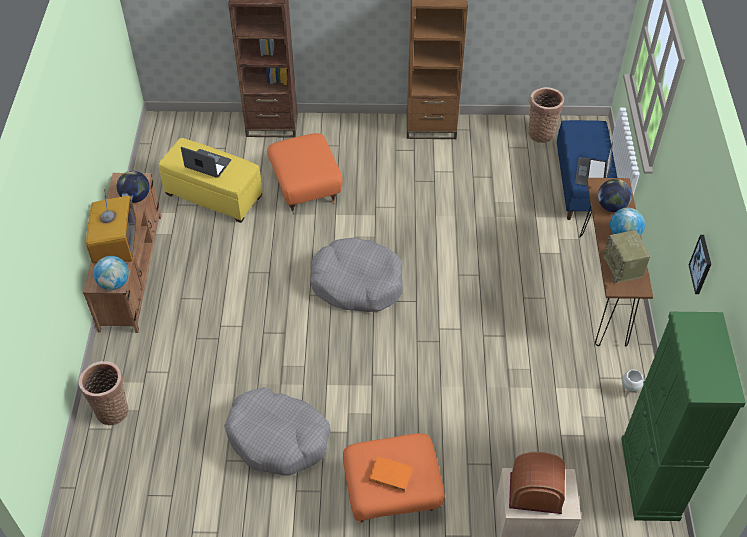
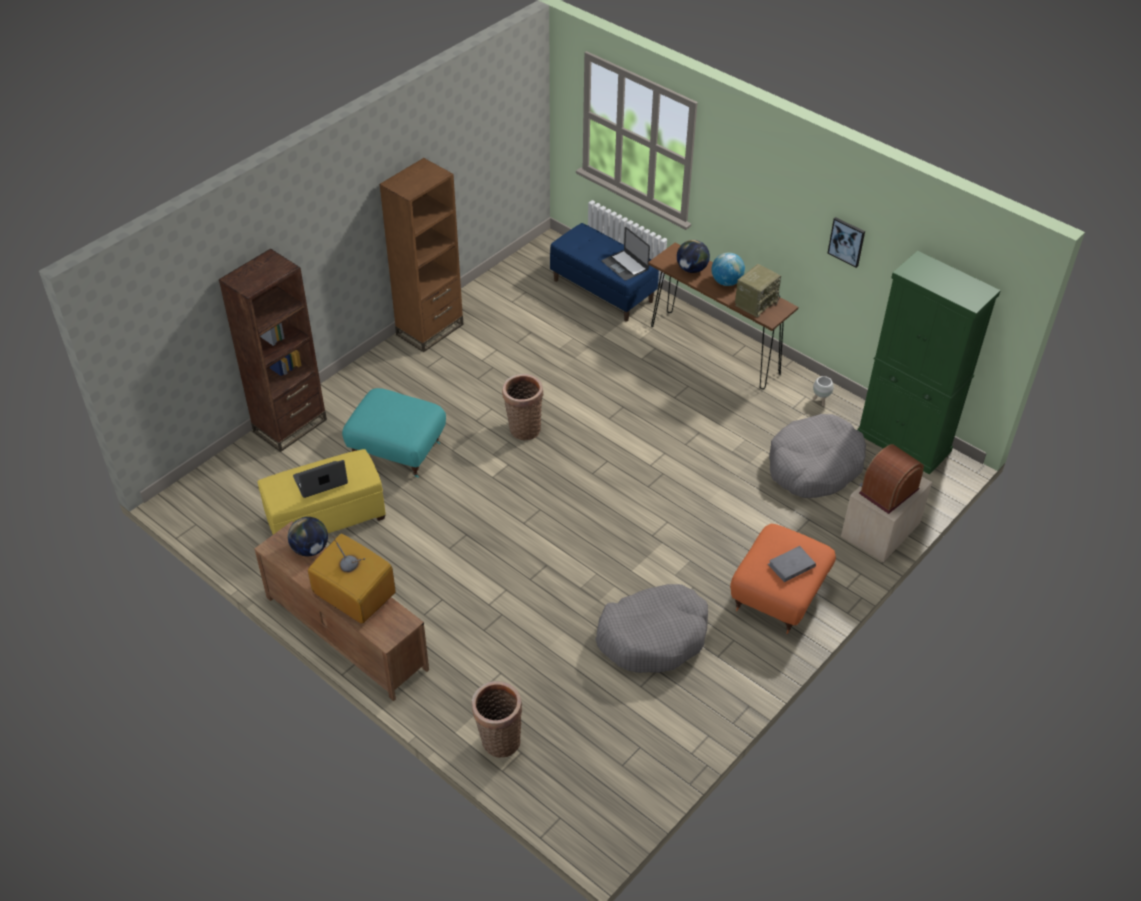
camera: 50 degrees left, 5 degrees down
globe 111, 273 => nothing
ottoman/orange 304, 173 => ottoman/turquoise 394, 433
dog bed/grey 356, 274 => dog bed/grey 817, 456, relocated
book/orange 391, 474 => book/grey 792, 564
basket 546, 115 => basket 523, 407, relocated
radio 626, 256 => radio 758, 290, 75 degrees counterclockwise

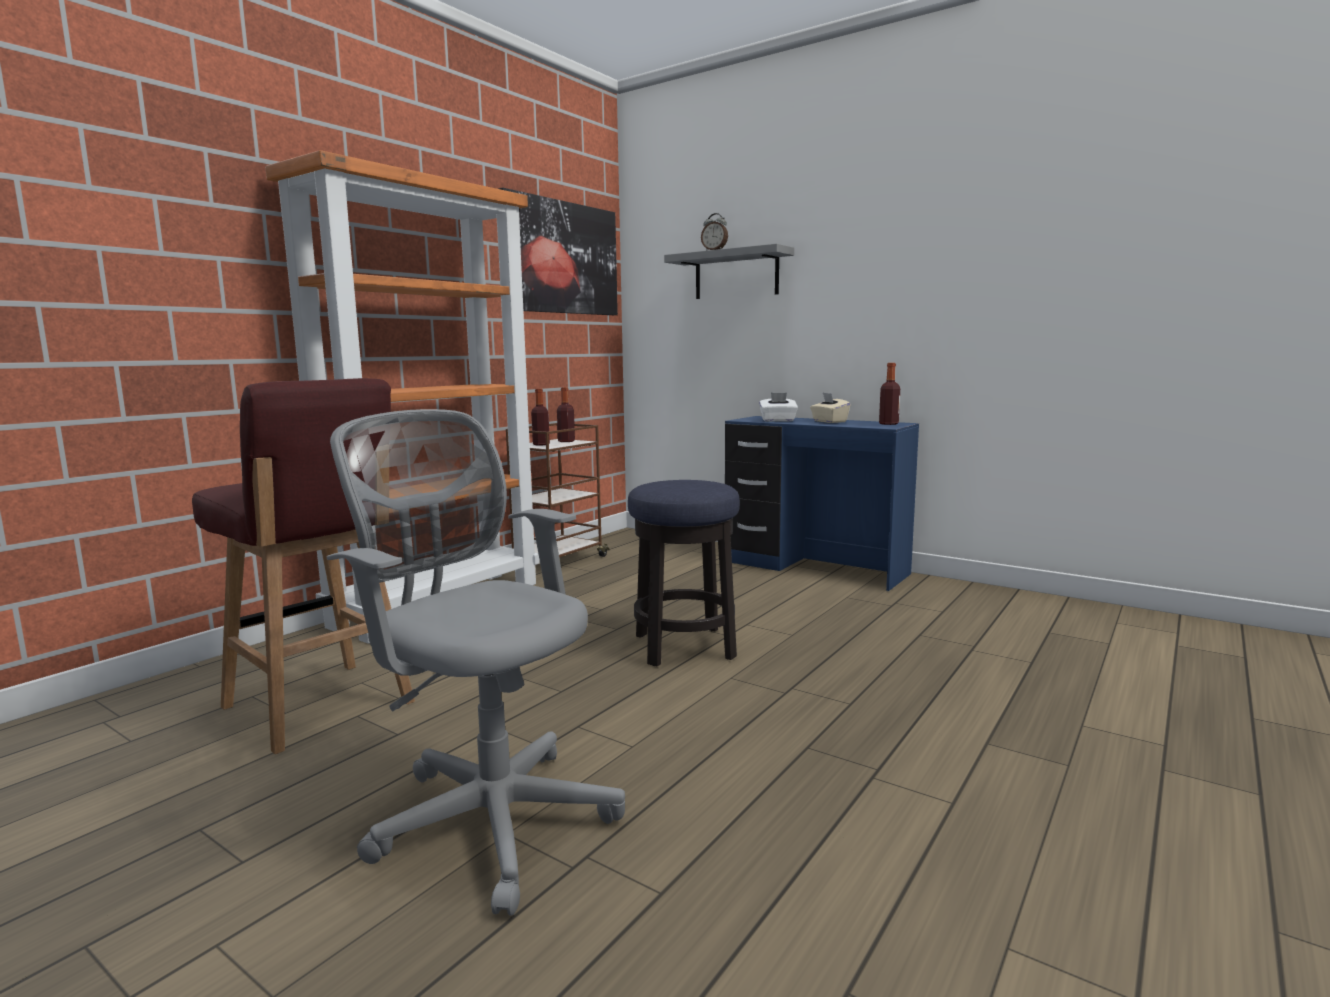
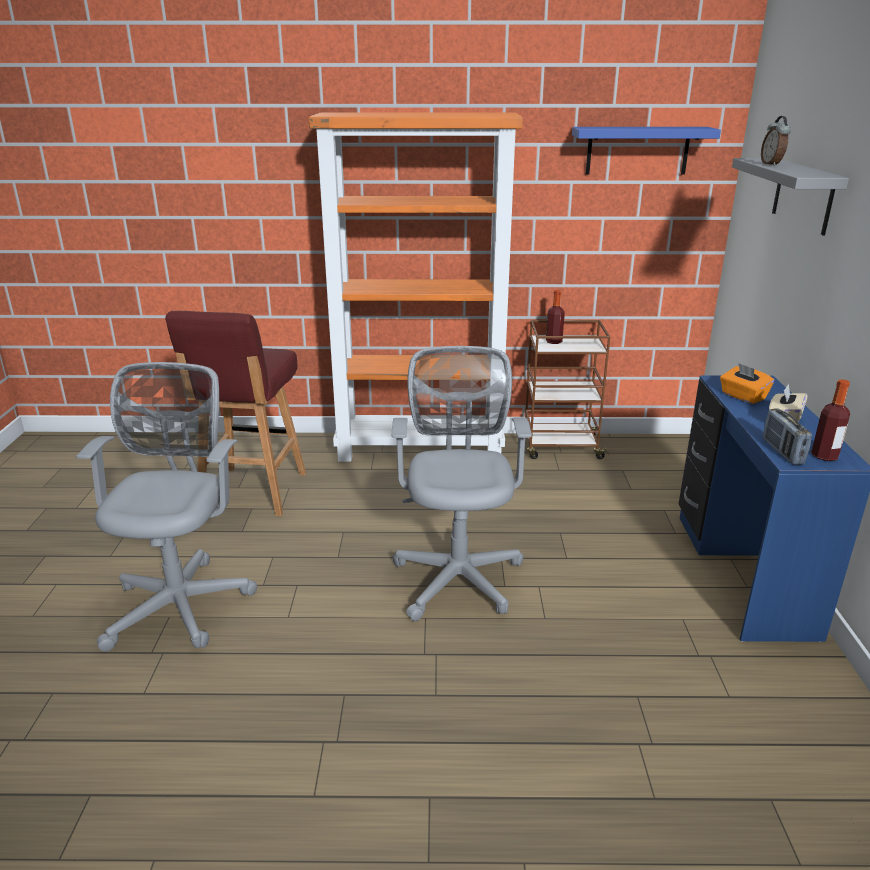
camera: 55 degrees right, 15 degrees up
picture 558, 251 => shelf/blue 646, 151
bottle 566, 414 => nothing
stool 684, 573 => office chair/grey 461, 483
tissue box/white 778, 407 => tissue box/orange 747, 383
nothing => radio 787, 436

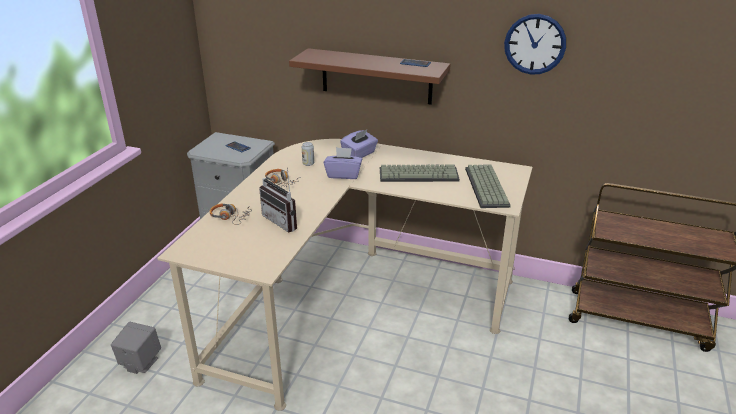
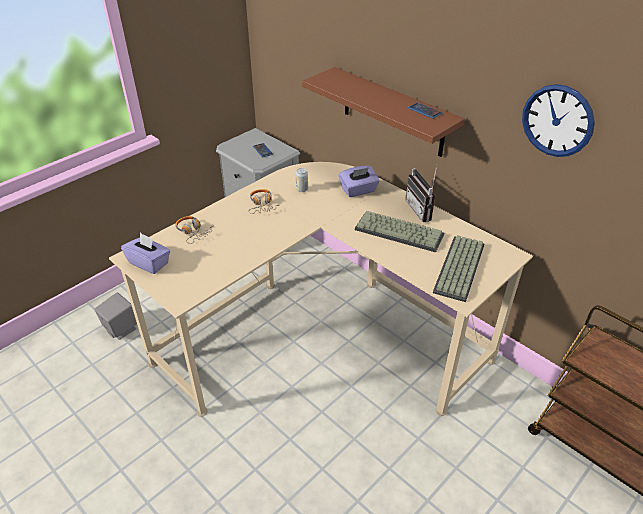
camera: 25 degrees right, 10 degrees up
radio 278, 200 => radio 421, 193, relocated
tissue box/purple 343, 163 => tissue box/purple 145, 253, relocated

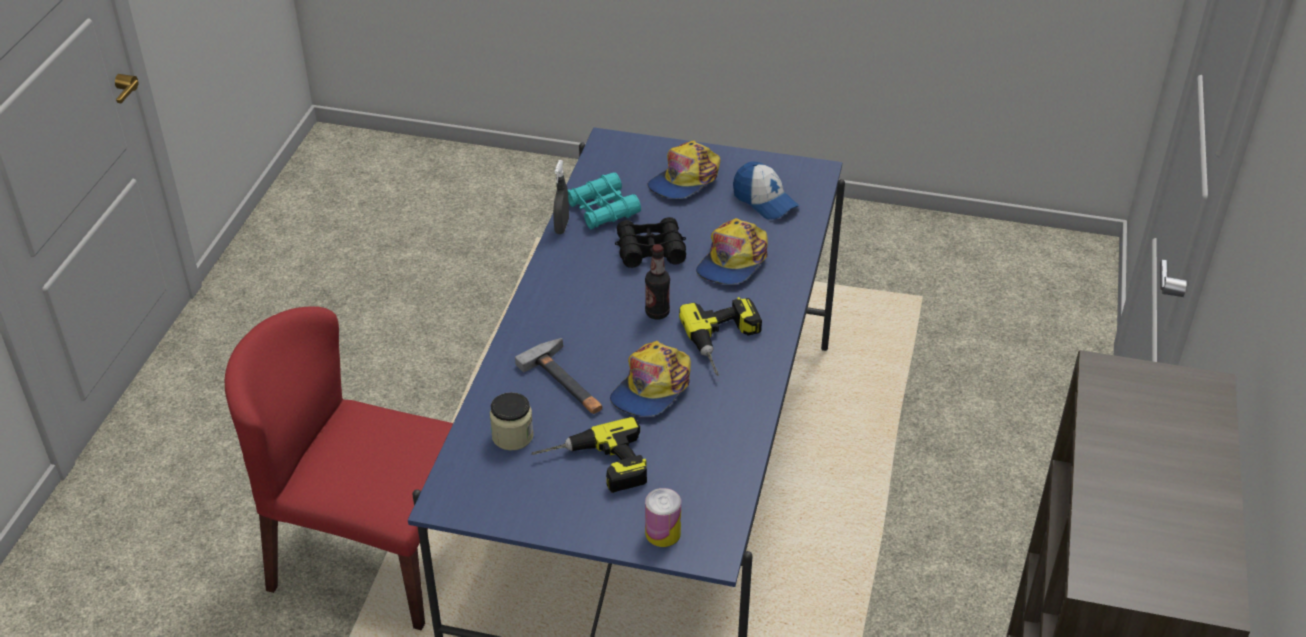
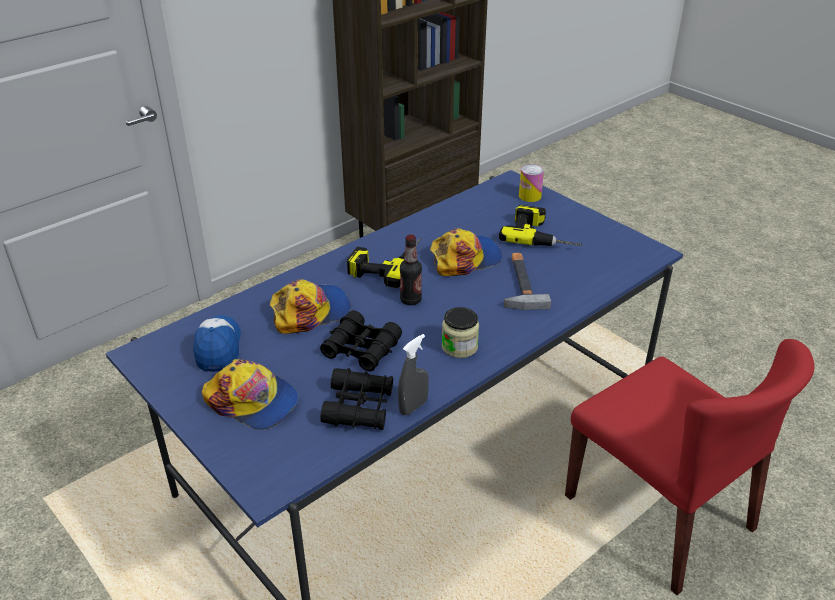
camera: 145 degrees left, 5 degrees down
jar 512, 421 => jar 460, 332, relocated
binoculars/turquoise 604, 200 => binoculars/black 356, 399
cap 683, 169 => cap 250, 394, 45 degrees clockwise

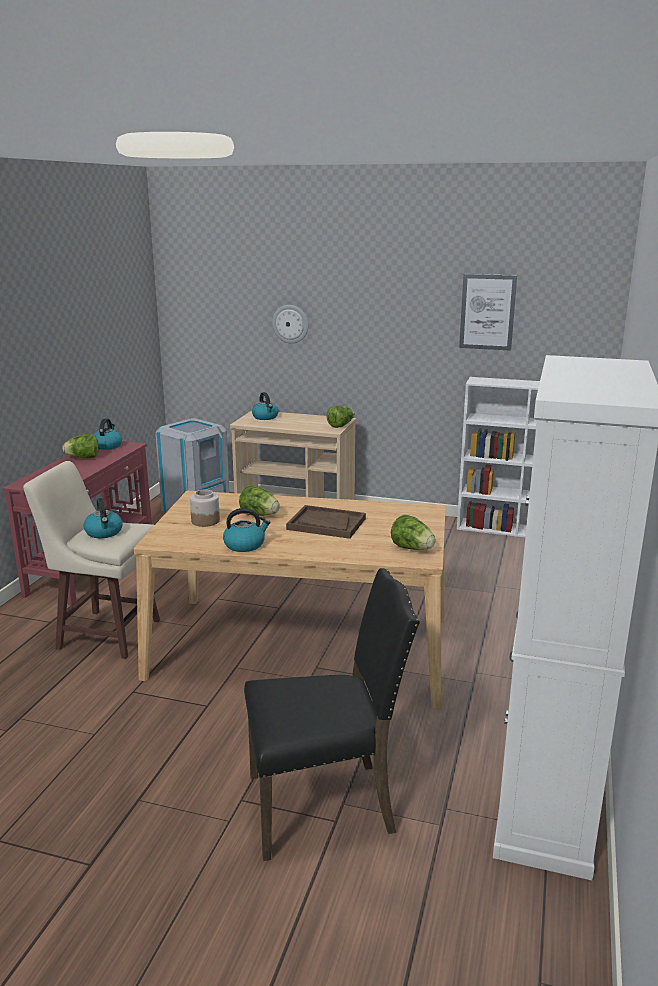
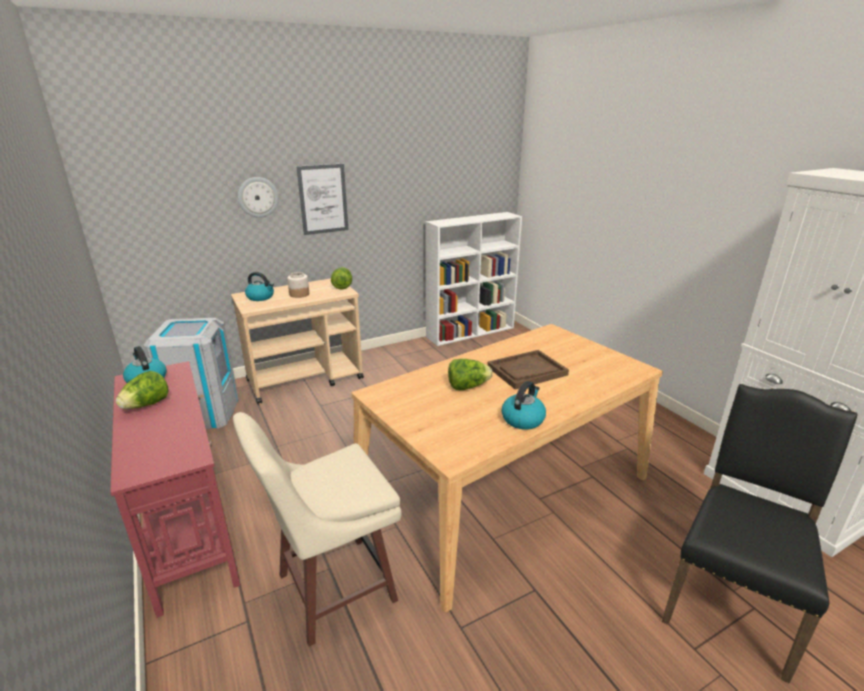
camera: 45 degrees left, 5 degrees up
kettle 103, 518 => nothing
jar 205, 508 => jar 298, 285, relocated
lettuce 413, 532 => nothing
picture 488, 312 => picture 322, 199, relocated

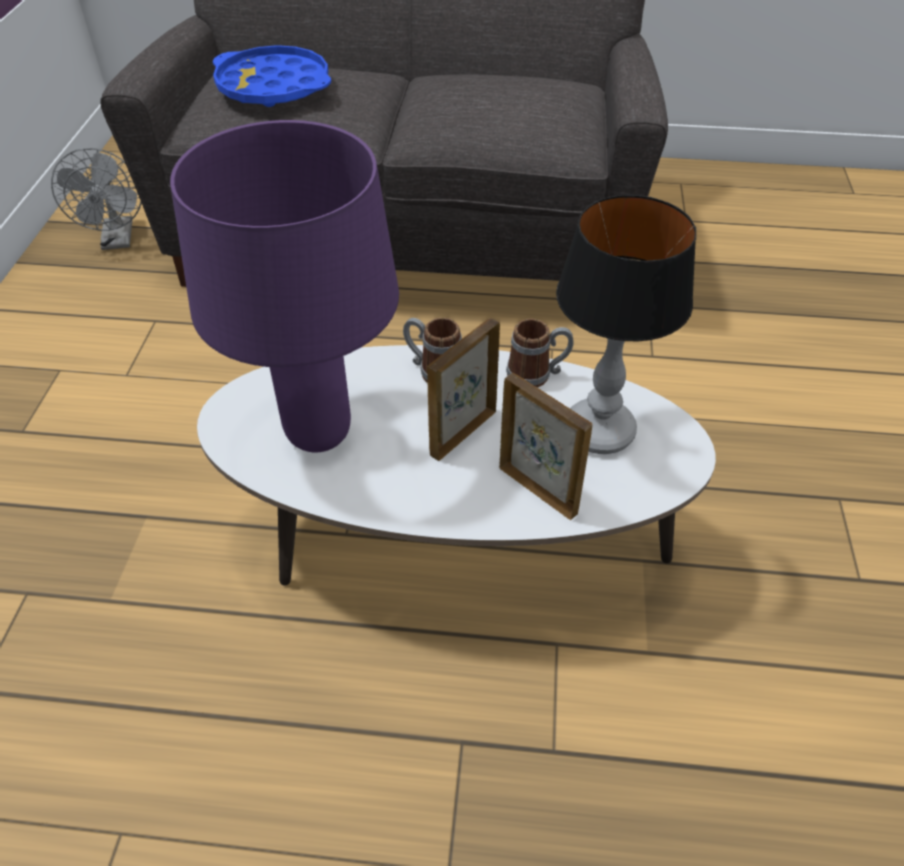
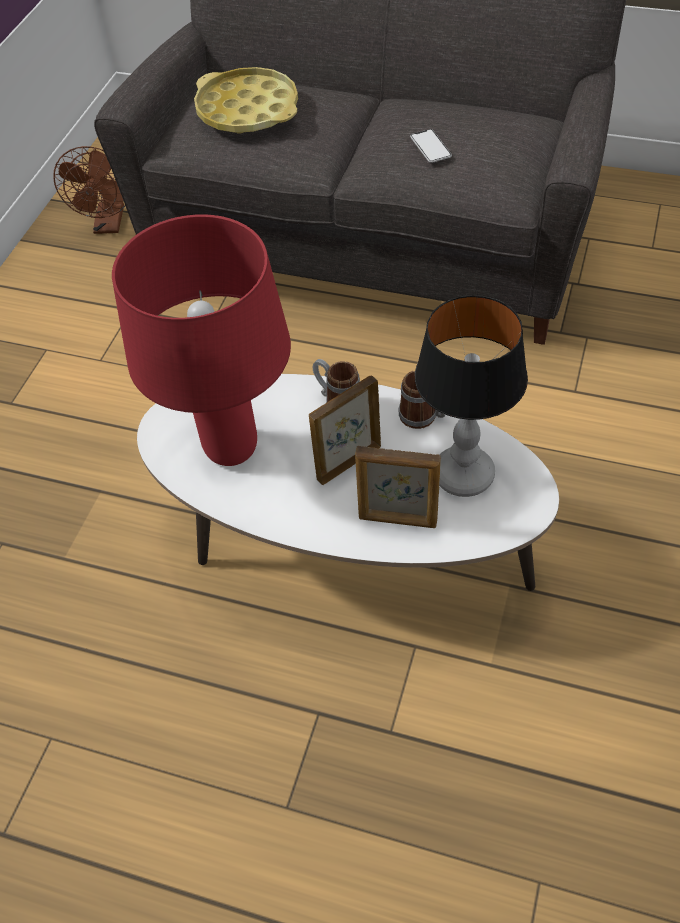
camera: 15 degrees right, 5 degrees up
fan/grey 96, 199 => fan/brown 89, 190
table lamp/purple 284, 286 => table lamp/red 201, 340
tray/blue 272, 76 => tray/yellow 246, 100
picture frame 546, 446 => picture frame 398, 487, 135 degrees clockwise
nothing => phone 431, 146

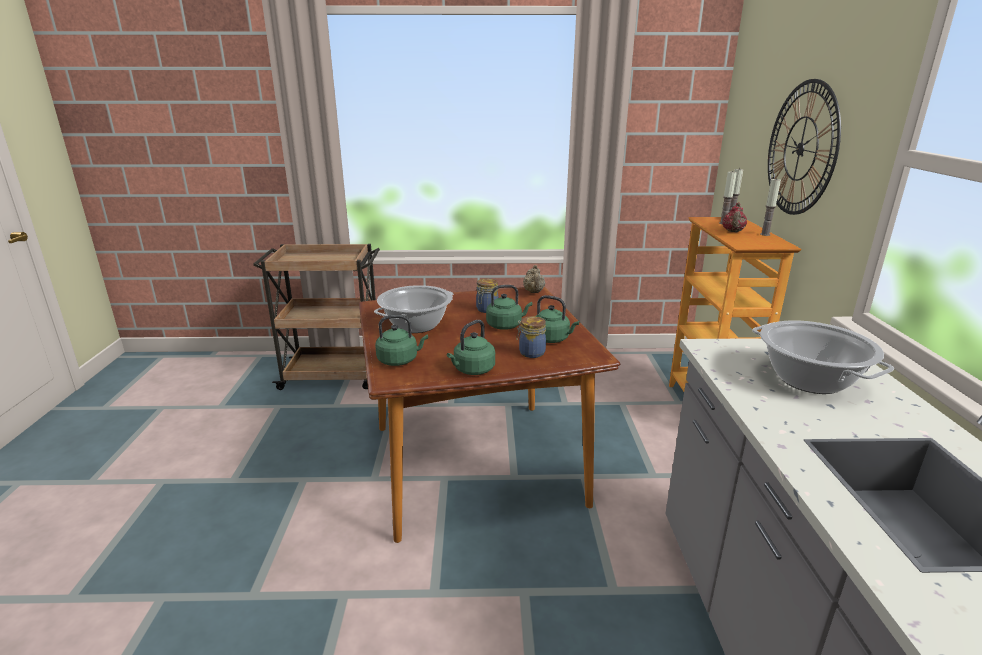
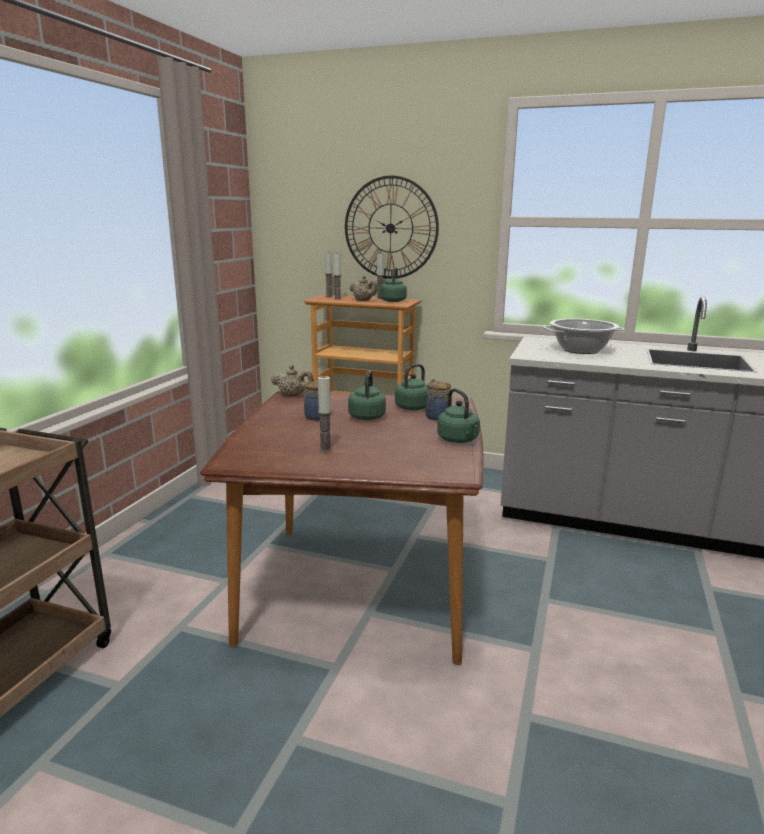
camera: 70 degrees left, 5 degrees down
cooking pot 413, 309 => candle 325, 413
kettle/green 401, 340 => kettle/green 393, 284, relocated
teapot/red 735, 217 => teapot/beige 363, 288

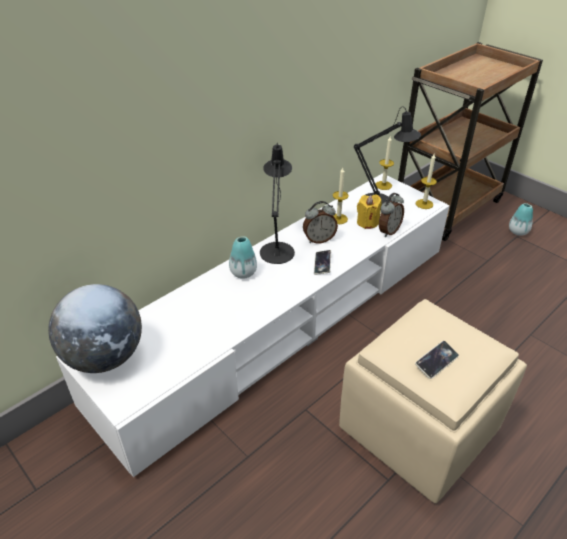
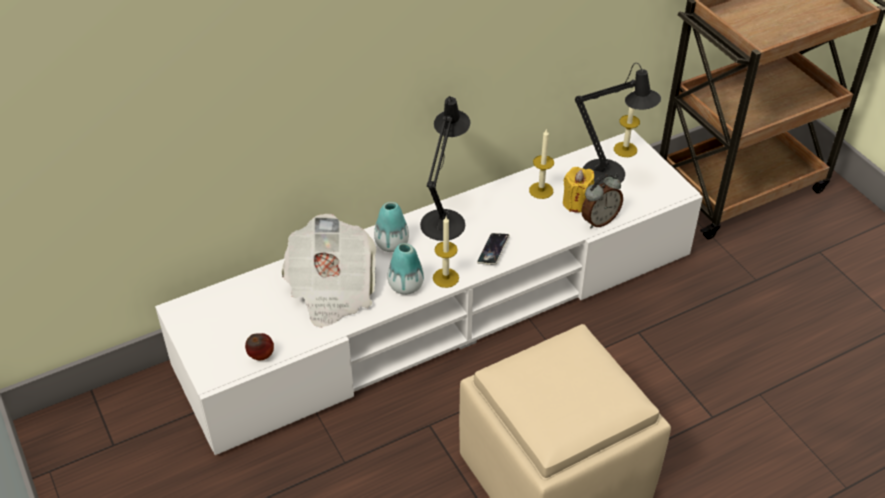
camera: 15 degrees right, 5 degrees up
globe 95, 328 => nothing
alarm clock 320, 222 => nothing
phone 437, 360 => nothing
candle 426, 181 => candle 446, 252, relocated
vase 521, 219 => vase 405, 269, relocated
nothing => apple 259, 346
nothing => newspaper 328, 271

